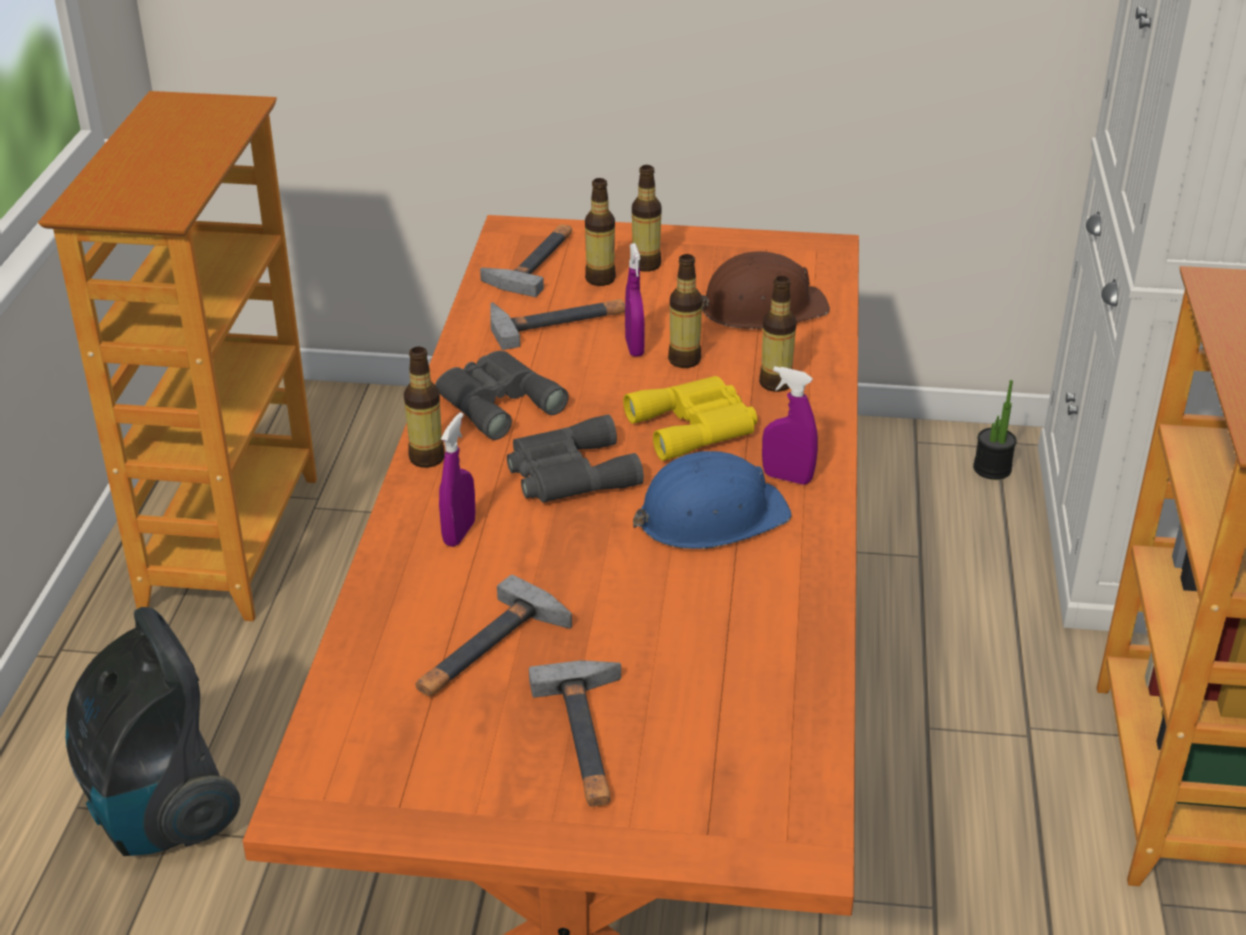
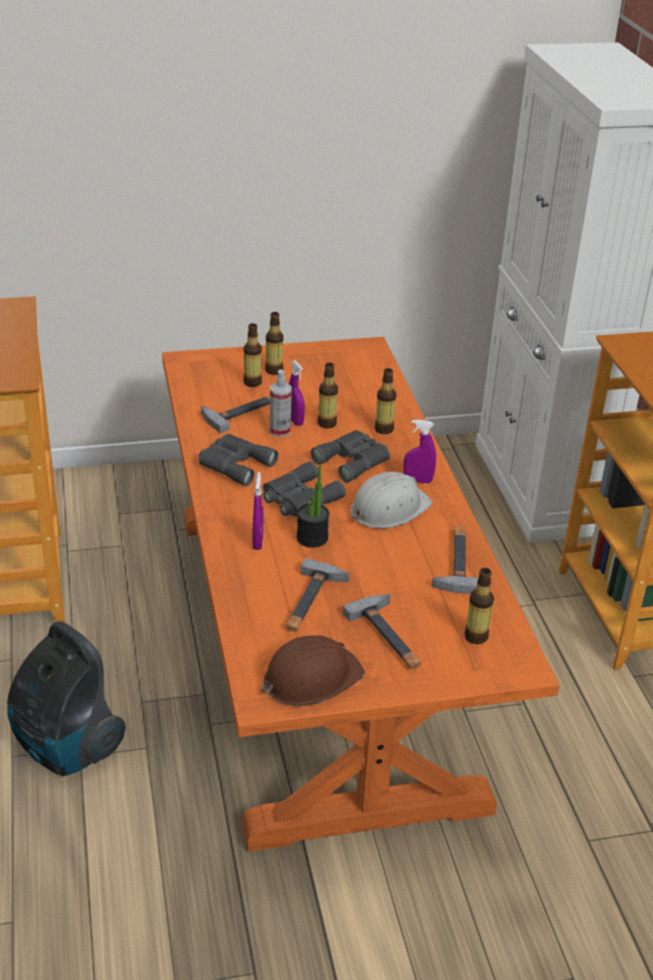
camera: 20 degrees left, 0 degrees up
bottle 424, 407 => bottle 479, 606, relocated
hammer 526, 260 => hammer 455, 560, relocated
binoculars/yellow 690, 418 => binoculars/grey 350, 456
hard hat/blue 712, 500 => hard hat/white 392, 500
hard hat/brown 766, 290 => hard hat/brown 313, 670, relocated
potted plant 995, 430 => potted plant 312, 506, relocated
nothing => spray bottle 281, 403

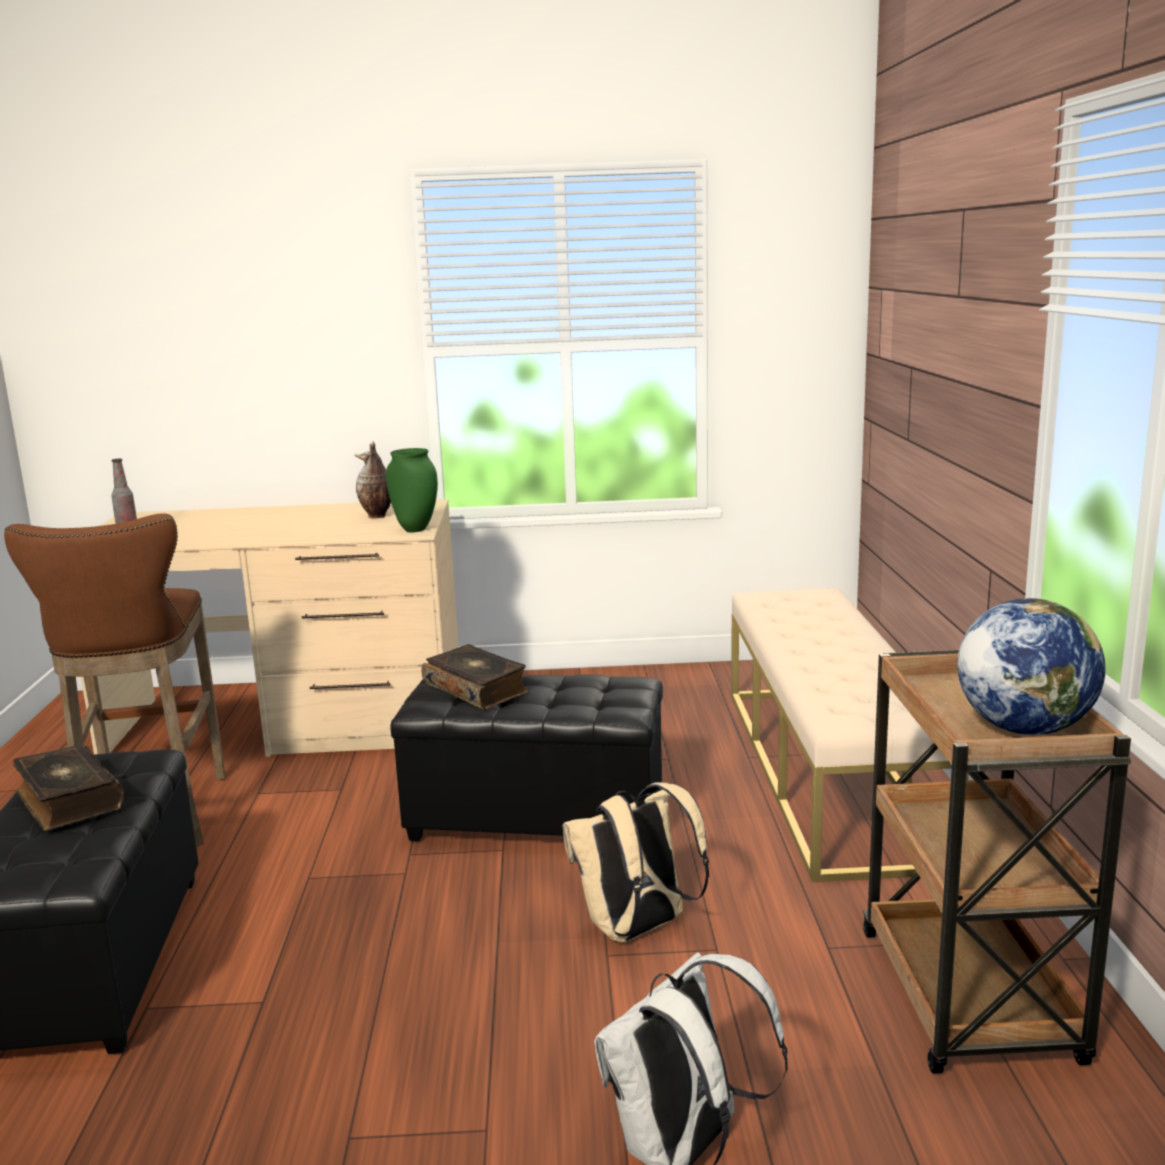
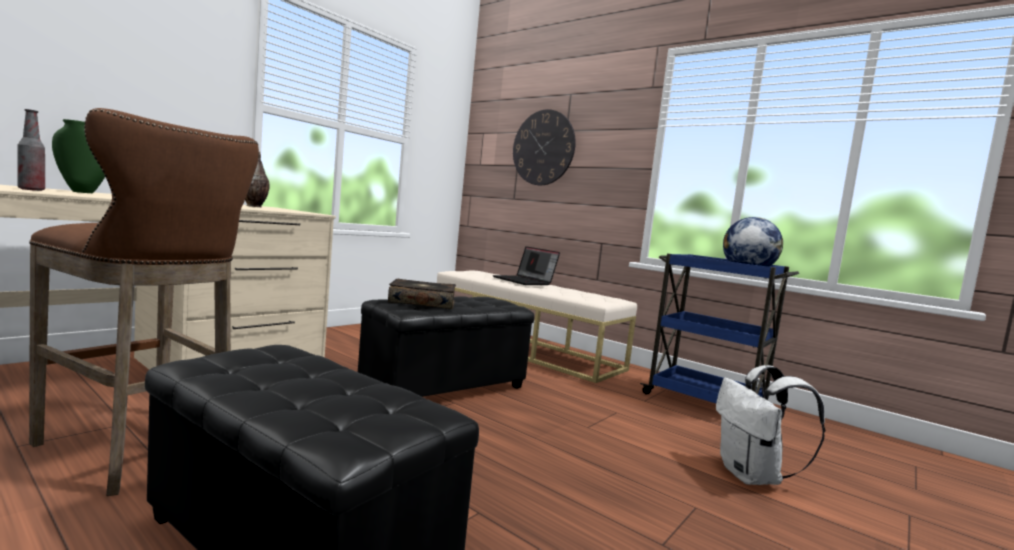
camera: 50 degrees left, 10 degrees down
book 69, 787 => nothing
vase/green 412, 490 => vase/green 78, 156, relocated
backpack/beige 636, 862 => nothing
cart/brown 997, 862 => cart/blue 719, 328
nothing => laptop 526, 265
nothing => wall clock 544, 147

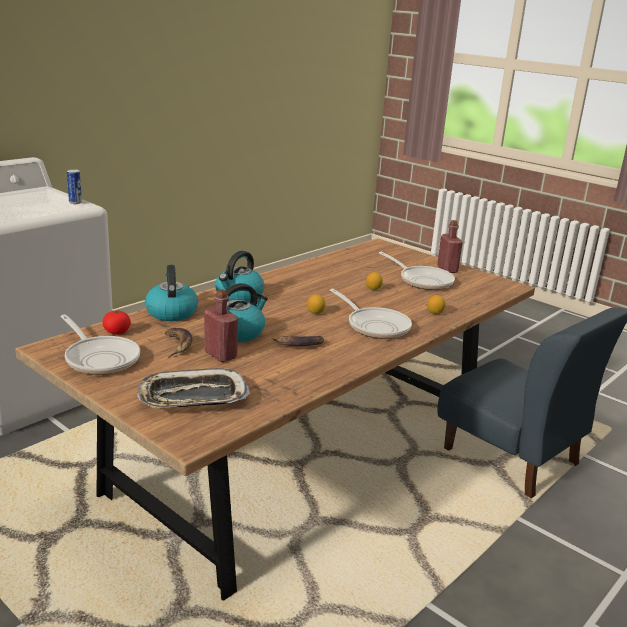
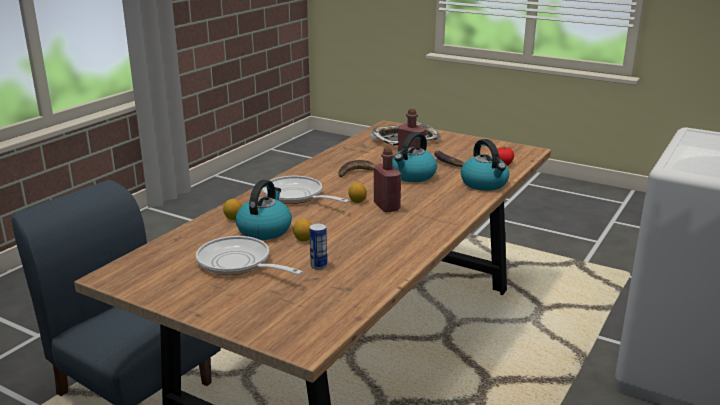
camera: 170 degrees right, 0 degrees up
frying pan 100, 345 => nothing
can 74, 186 => can 318, 246, relocated
kettle 239, 276 => kettle 263, 209, relocated
bottle/red 450, 246 => bottle/red 387, 180, relocated

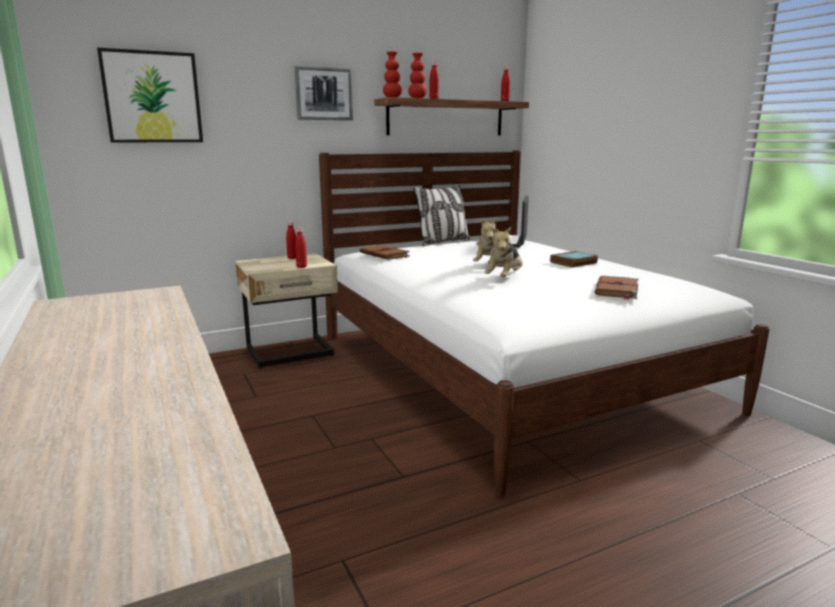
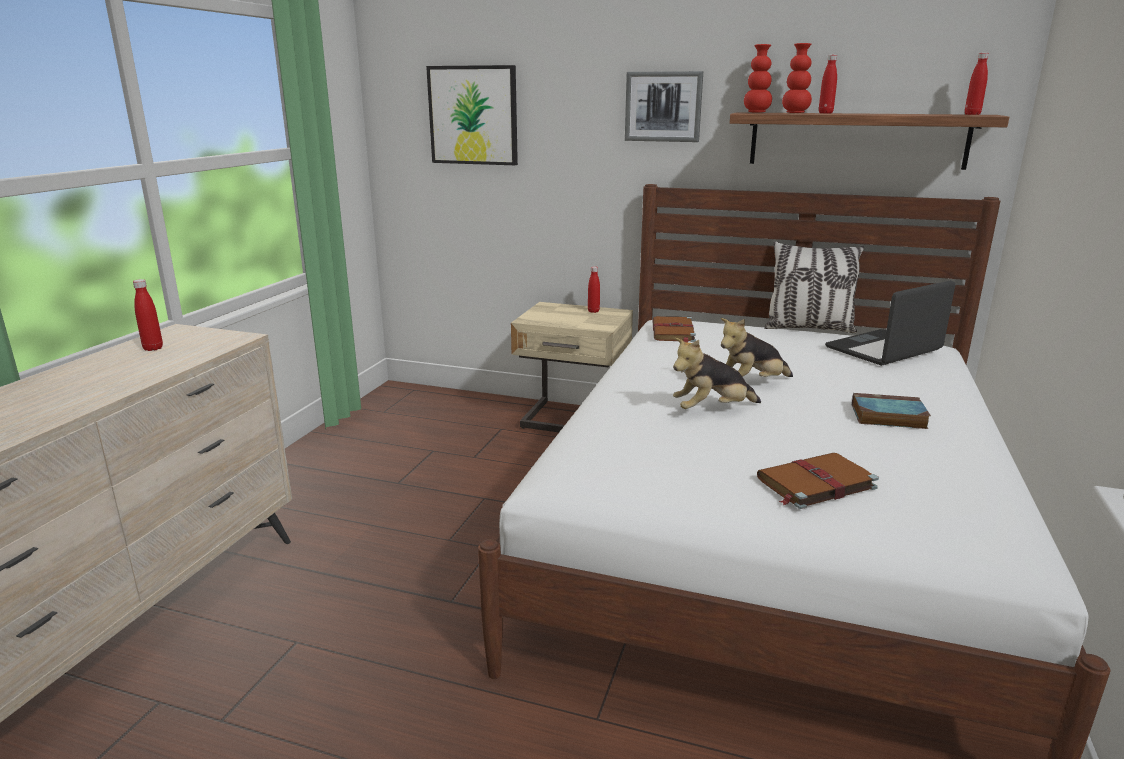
camera: 45 degrees right, 5 degrees up
bottle/red 301, 247 => bottle/red 148, 315, relocated

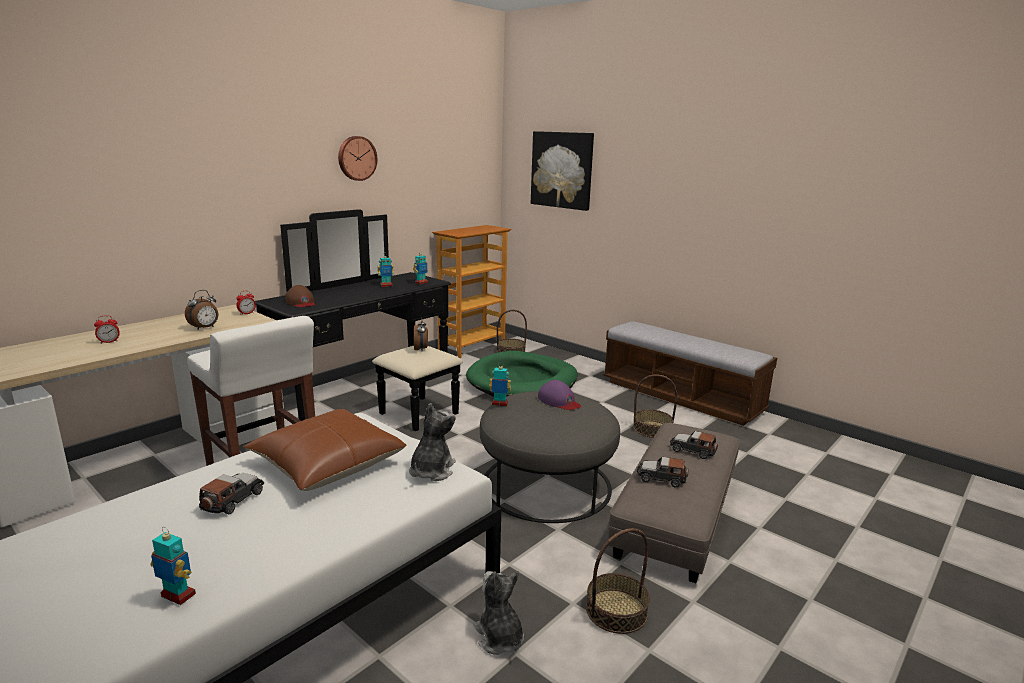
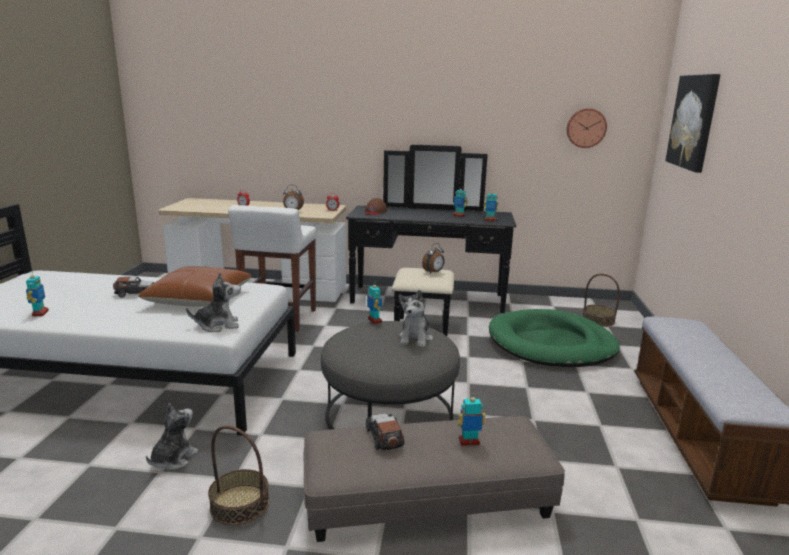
camera: 55 degrees right, 0 degrees up
wall clock 357, 158 => wall clock 586, 128, relocated
bookcase 471, 291 => nothing
cap/purple 559, 395 => plush toy 416, 318
basket 655, 406 => nothing
toy car 694, 445 => toy robot 471, 419

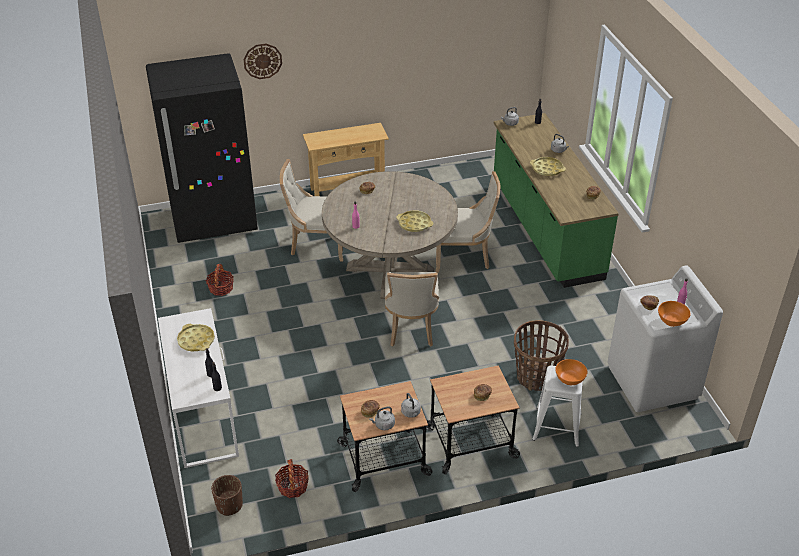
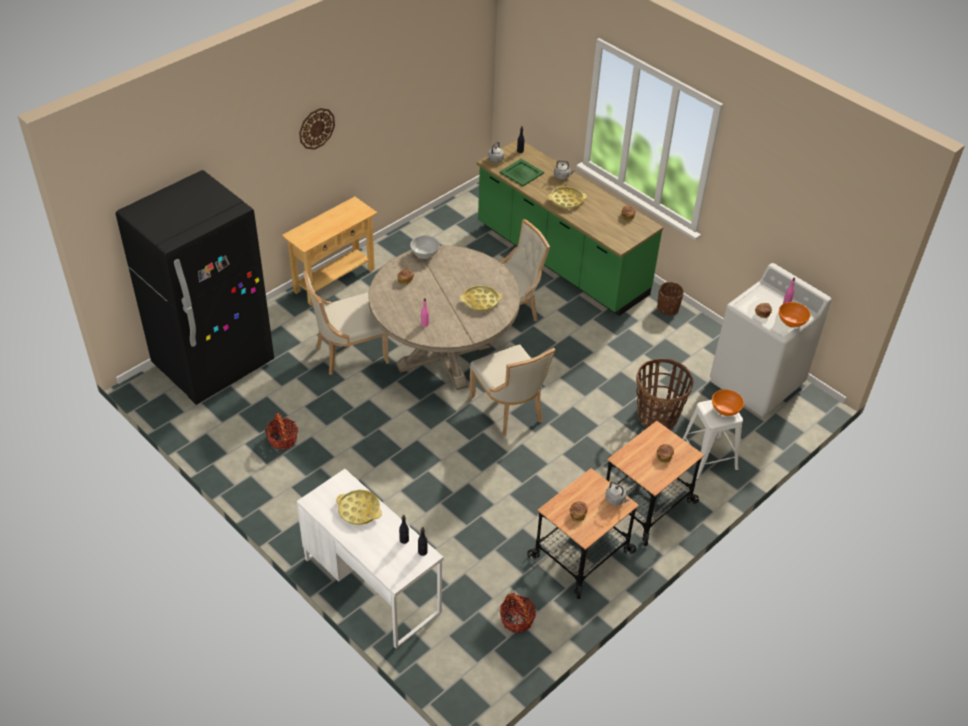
camera: 30 degrees left, 5 degrees up
planter/brown 227, 495 => planter/brown 670, 298, relocated
wall clock 262, 61 => wall clock 317, 129, relocated
kettle/grey 382, 418 => nothing
nothing => bowl/white 424, 247
nothing => tray/green 522, 173

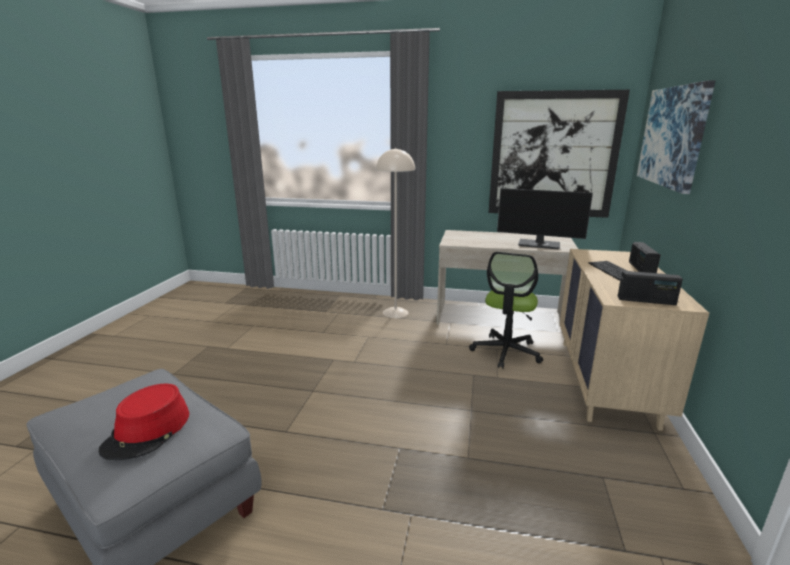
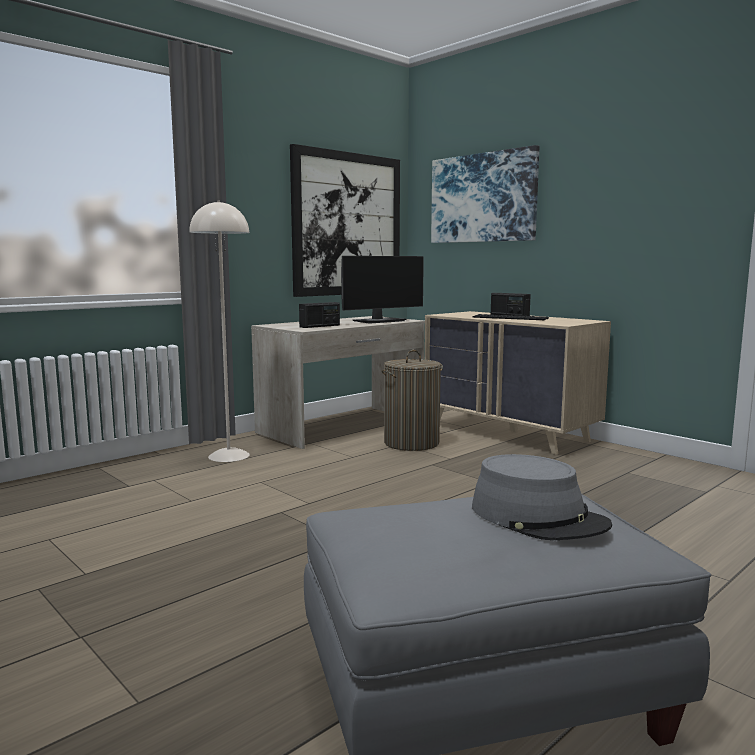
camera: 55 degrees left, 10 degrees down
hat/red 144, 422 => hat/grey 542, 497
office chair 506, 310 => laundry basket 412, 400
radio 650, 288 => radio 319, 315, relocated

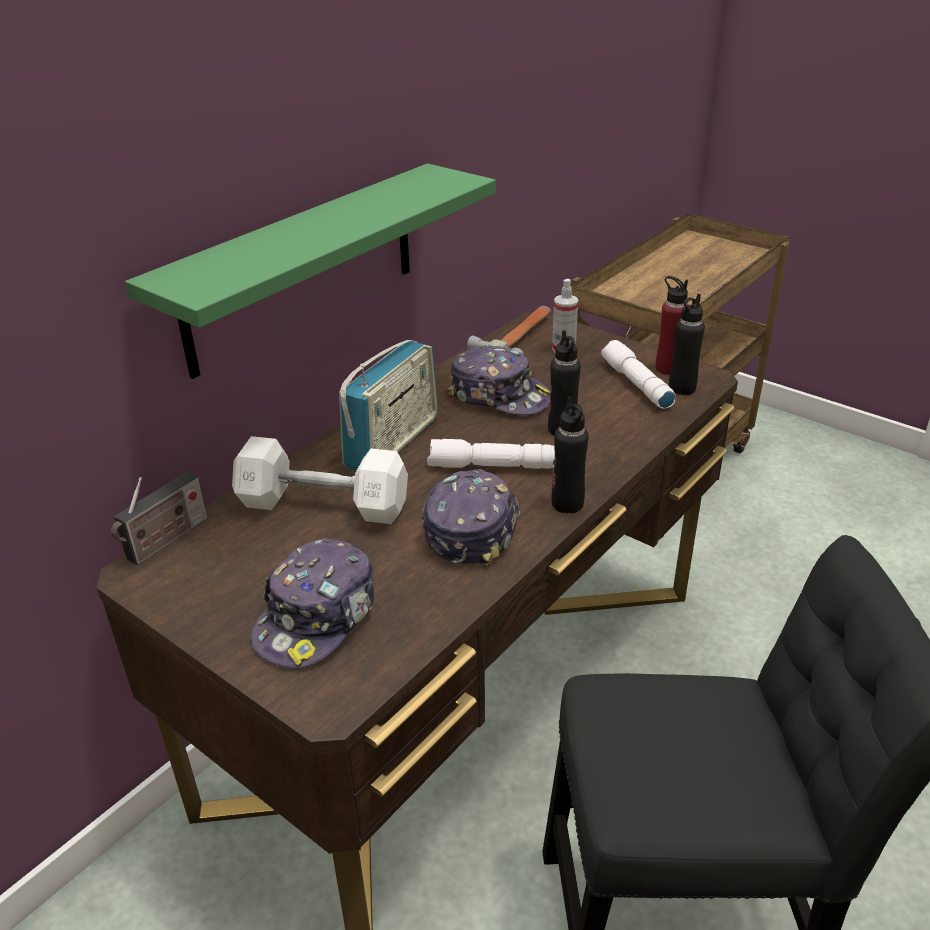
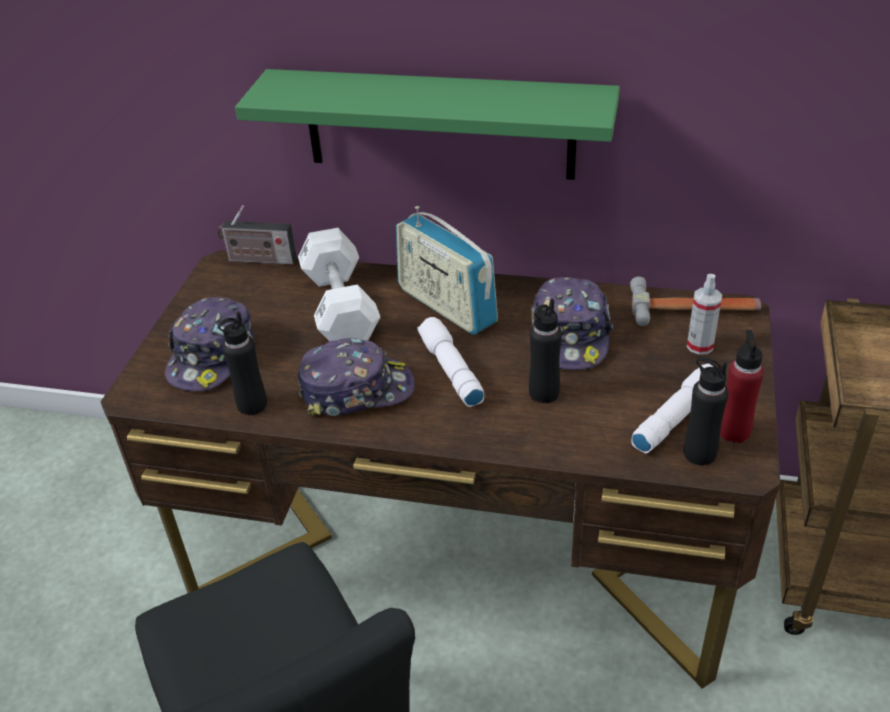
camera: 65 degrees right, 5 degrees up
cap 312, 604 => cap 210, 344, 75 degrees counterclockwise
radio 388, 405 => radio 447, 270, 45 degrees clockwise
bottle/black 570, 455 => bottle/black 242, 363, relocated

